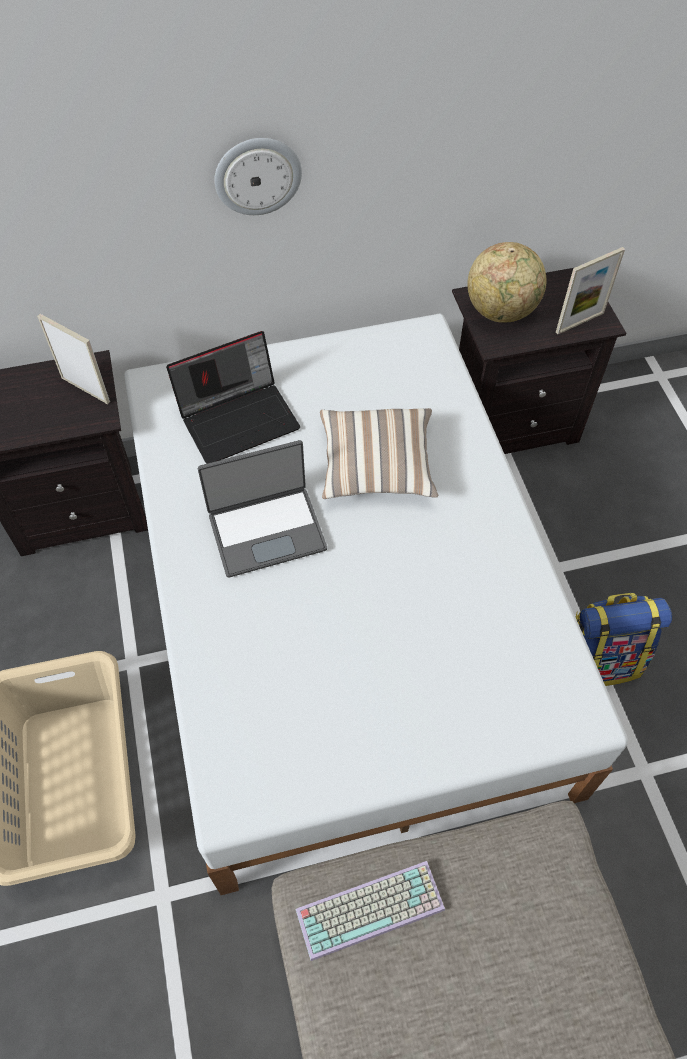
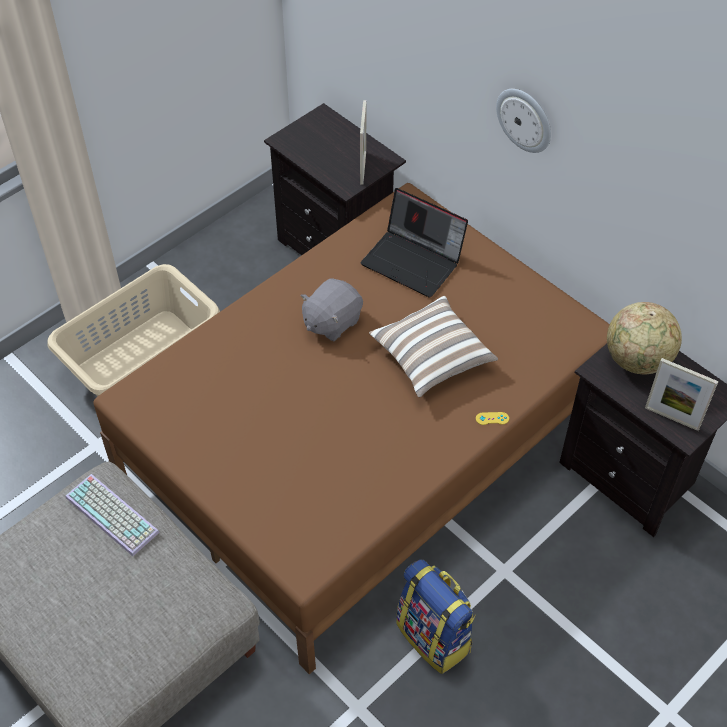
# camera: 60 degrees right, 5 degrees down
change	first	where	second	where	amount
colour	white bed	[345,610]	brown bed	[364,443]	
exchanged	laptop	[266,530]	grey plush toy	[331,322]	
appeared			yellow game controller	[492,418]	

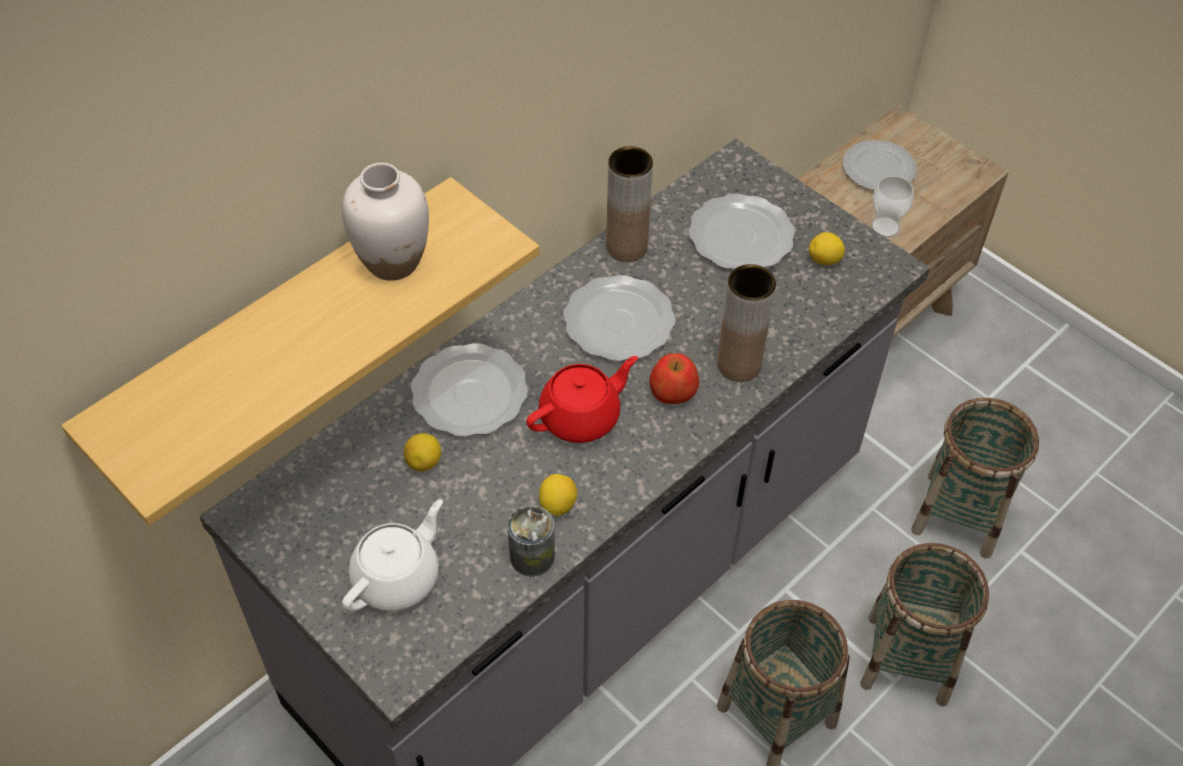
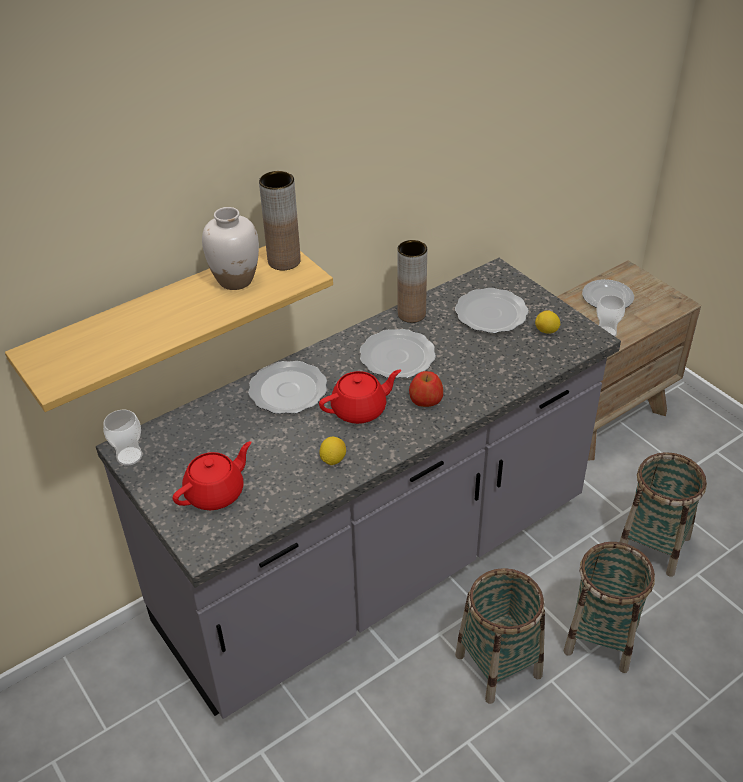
# camera: 10 degrees right, 10 degrees down
change	first	where	second	where	amount
appeared			cup	[129,456]	
colour	white teapot	[398,578]	red teapot	[216,493]	
relocated	brown vase	[739,365]		[284,261]	
missing	lemon	[424,462]			
missing	can	[532,556]			

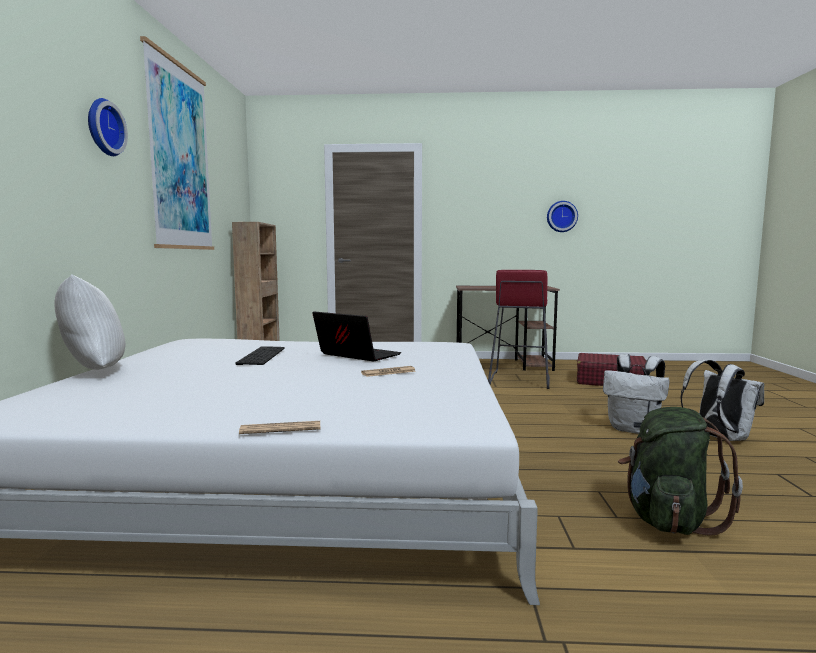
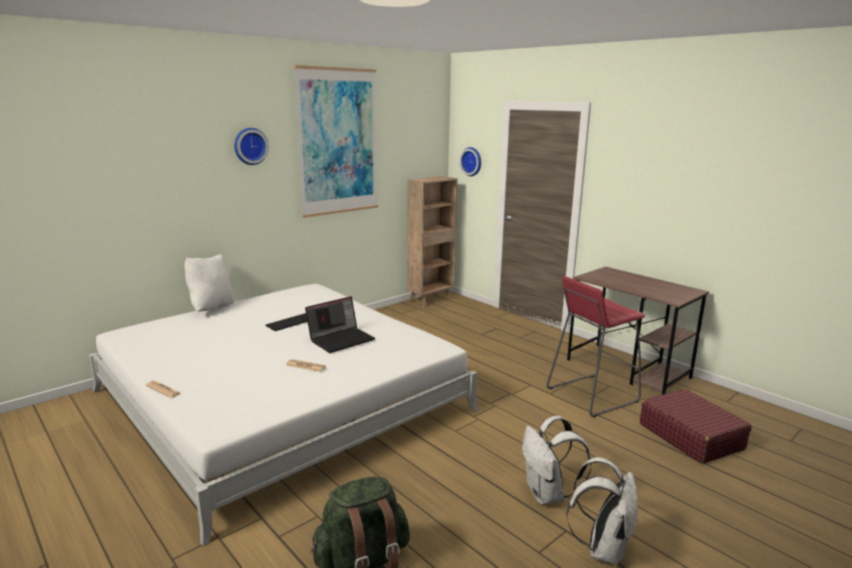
# camera: 45 degrees right, 10 degrees up
change	first	where	second	where	amount
spun	laptop	[356,355]		[341,339]	60 degrees clockwise
relocated	wall clock	[561,216]		[472,161]	

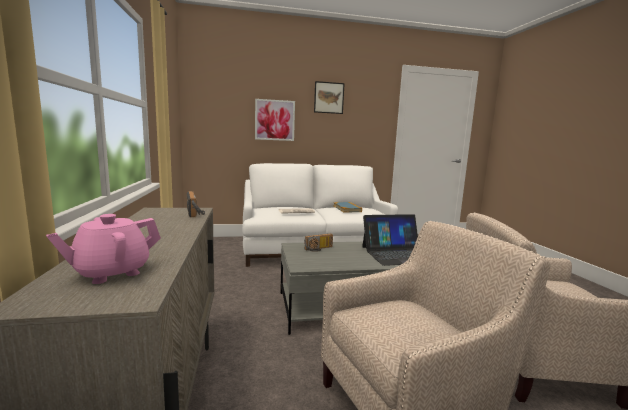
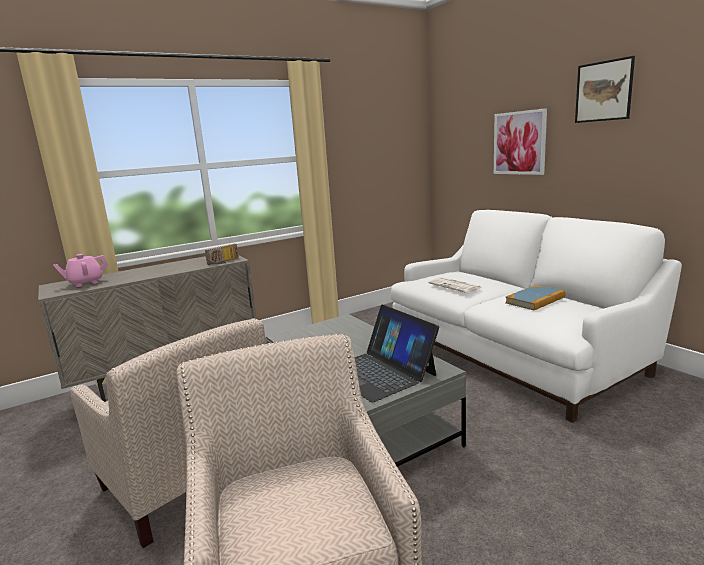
# camera: 70 degrees right, 5 degrees up
change	first	where	second	where	amount
spun	pink teapot	[111,272]		[85,283]	60 degrees counterclockwise
missing	radio	[319,249]			

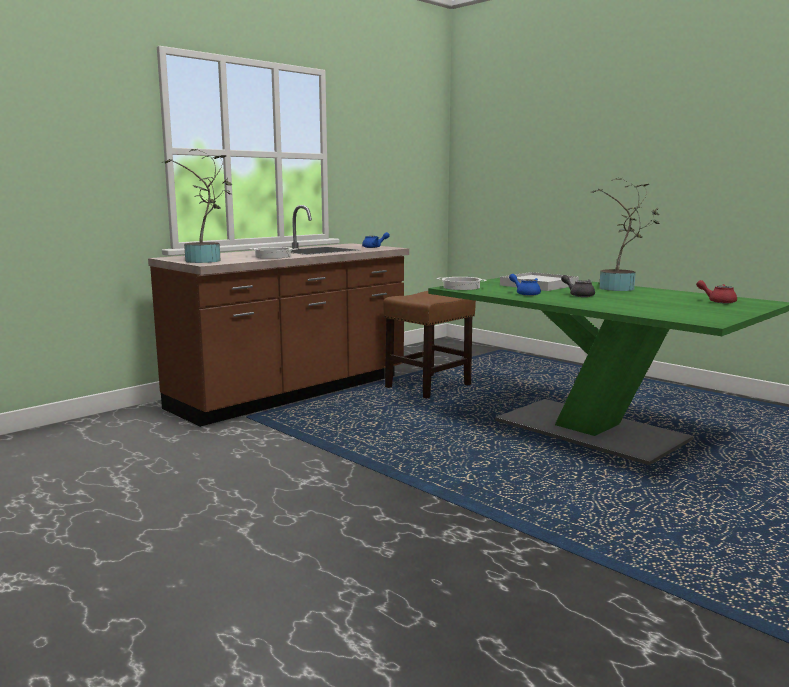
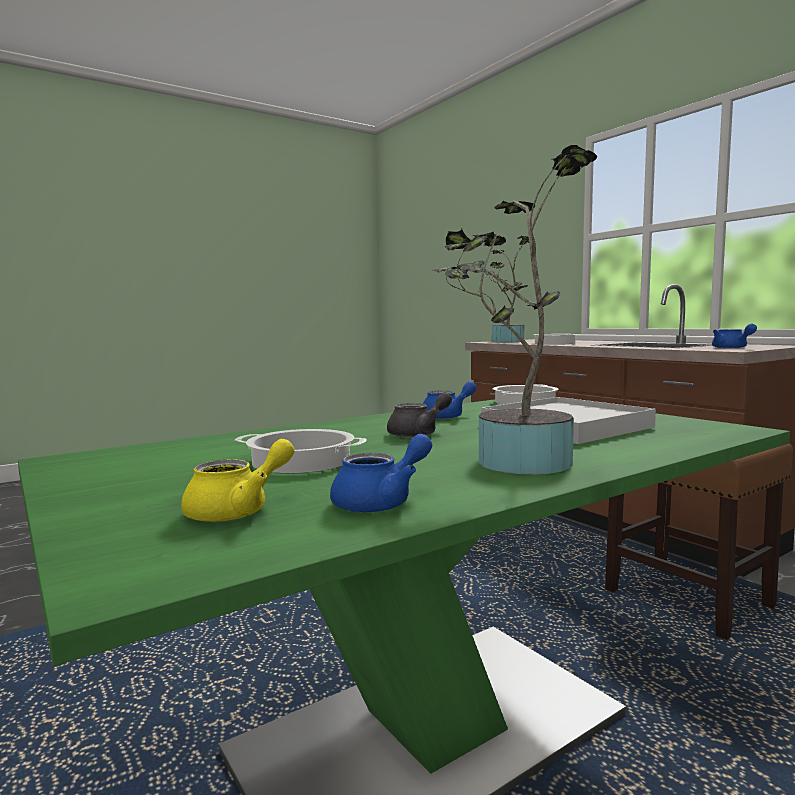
# camera: 100 degrees right, 5 degrees down
change	first	where	second	where	amount
colour	red teapot	[718,301]	yellow teapot	[239,510]	
appeared			cooking pot	[302,461]	
appeared			blue teapot	[382,502]	

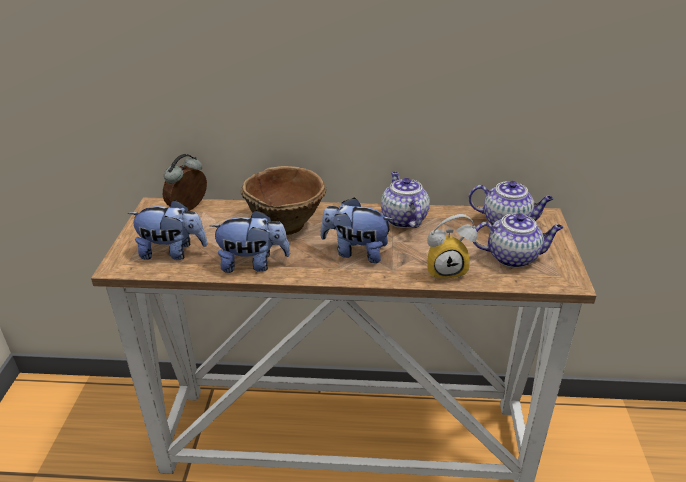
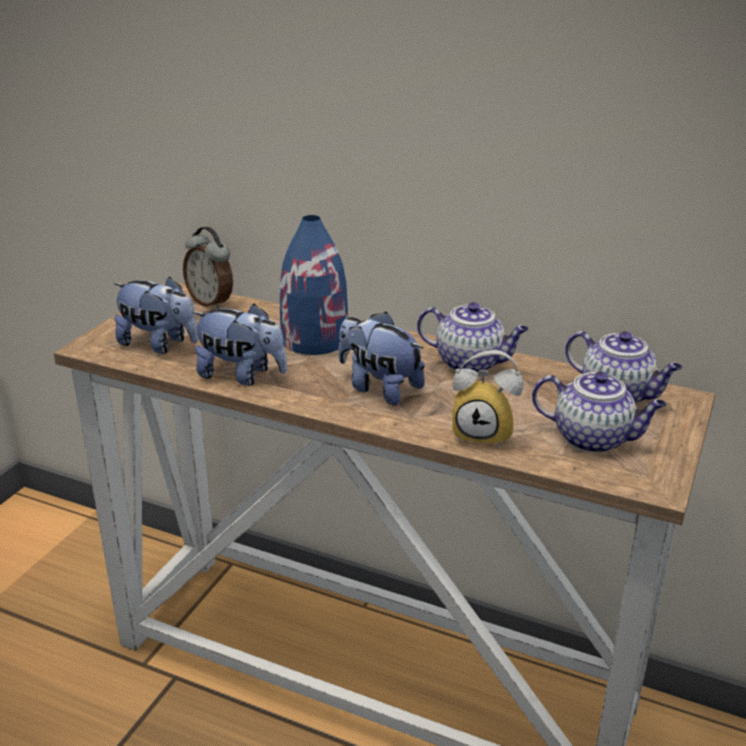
# camera: 20 degrees right, 5 degrees down
change	first	where	second	where	amount
spun	alarm clock	[189,209]		[211,302]	105 degrees counterclockwise
exchanged	brown bowl	[286,223]	blue vase	[315,339]	
spun	teapot	[403,219]		[471,363]	105 degrees clockwise

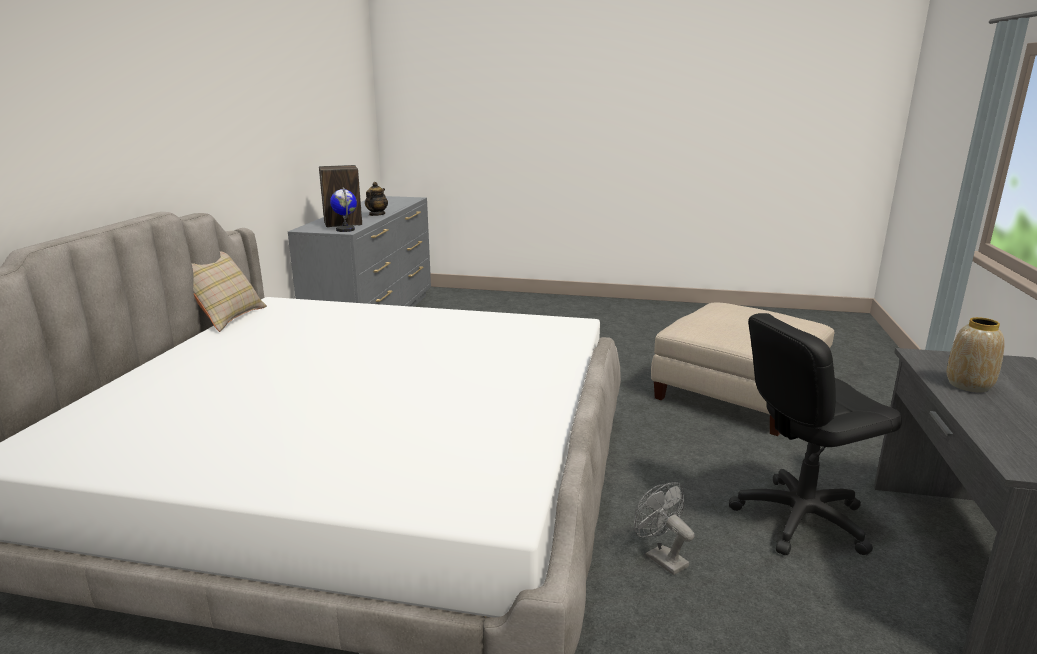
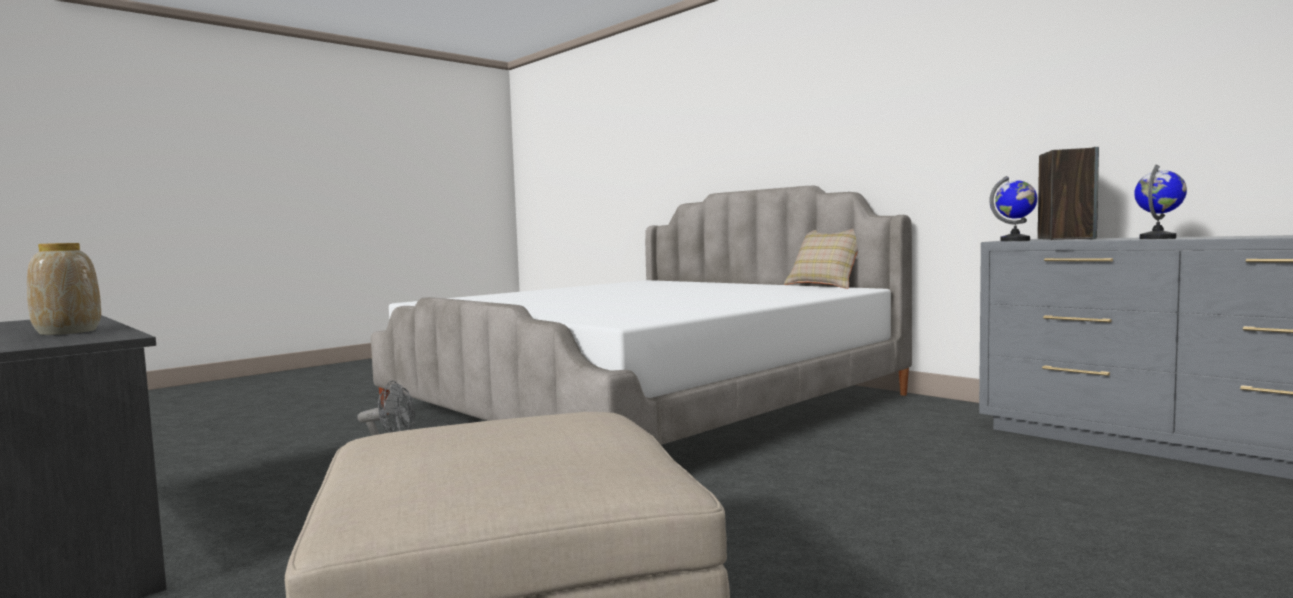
# camera: 125 degrees right, 15 degrees down
change	first	where	second	where	amount
exchanged	teapot	[376,215]	globe	[1158,238]	
missing	black office chair	[800,519]			

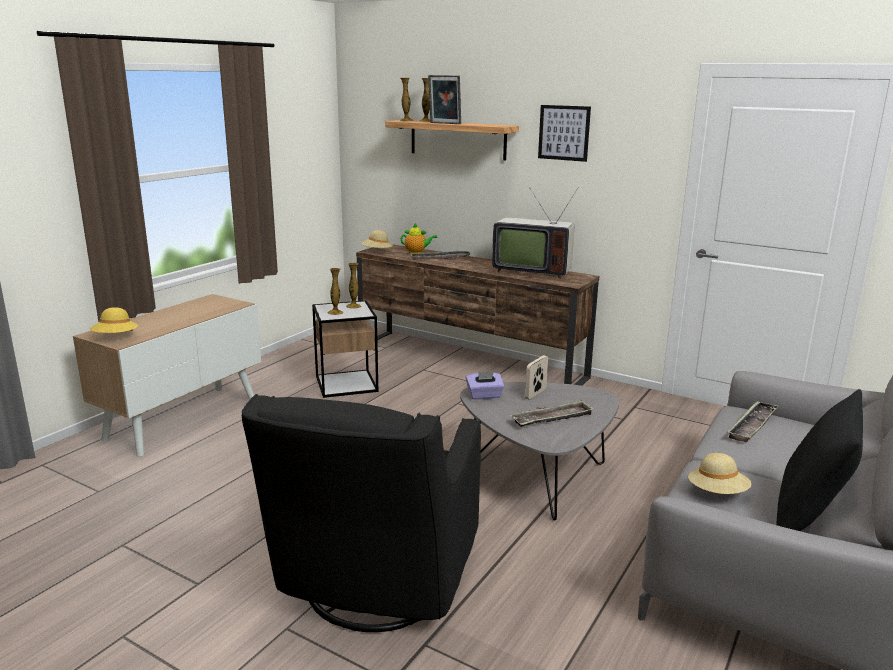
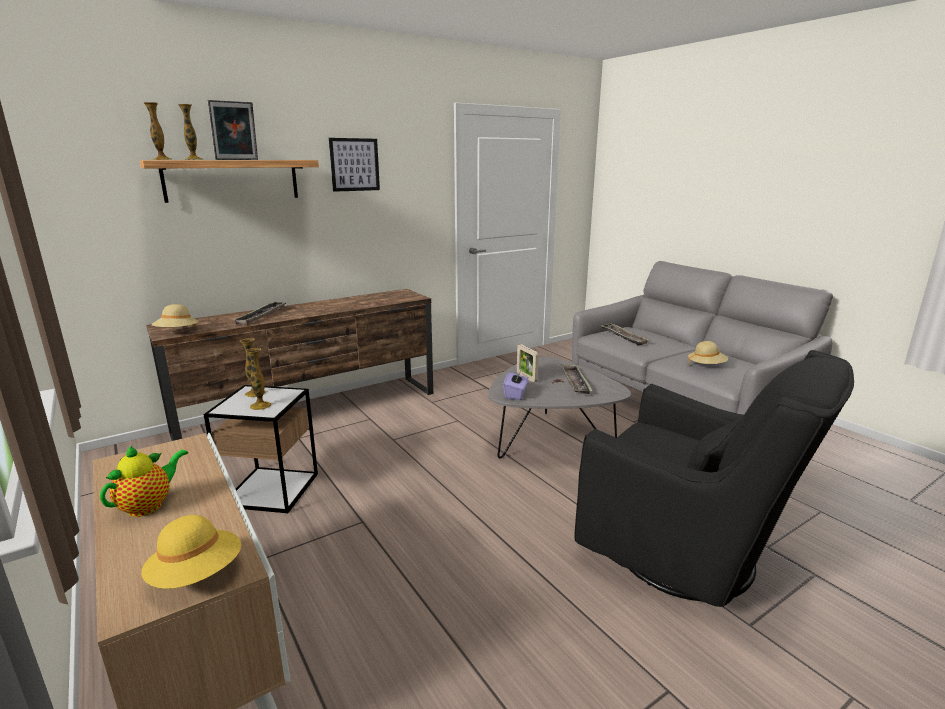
# camera: 65 degrees left, 0 degrees up
change	first	where	second	where	amount
relocated	teapot	[417,252]		[149,505]	
missing	television	[531,271]			
missing	black pillow	[808,518]			

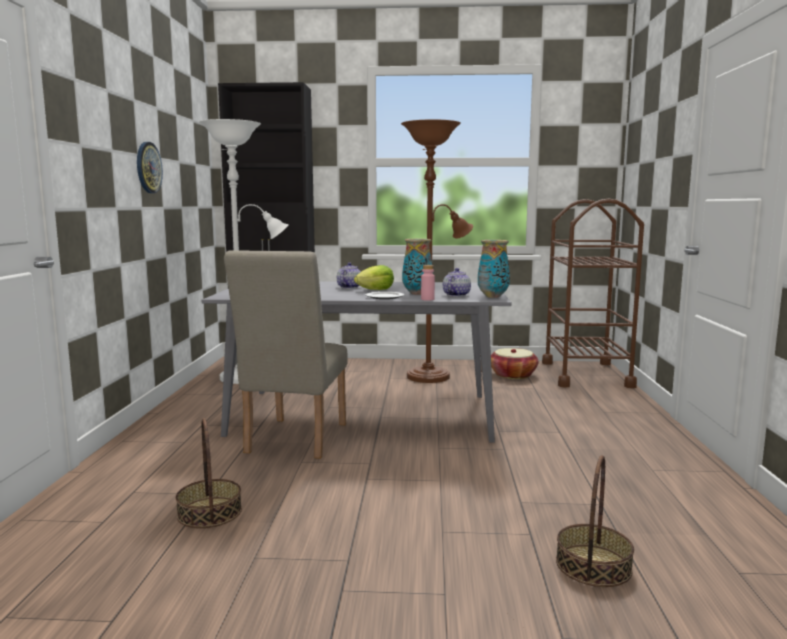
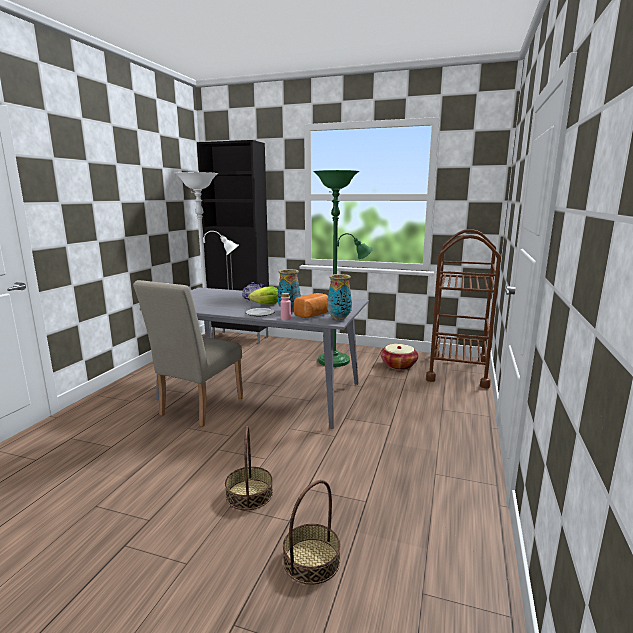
# camera: 15 degrees right, 5 degrees up
change	first	where	second	where	amount
relocated	basket	[209,512]		[249,494]	
exchanged	teapot	[456,295]	bread	[314,314]	
colour	brown floor lamp	[432,376]	green floor lamp	[338,360]	
missing	wall clock	[148,167]			

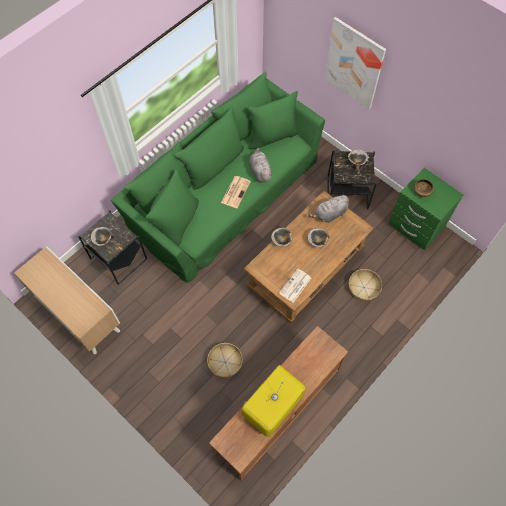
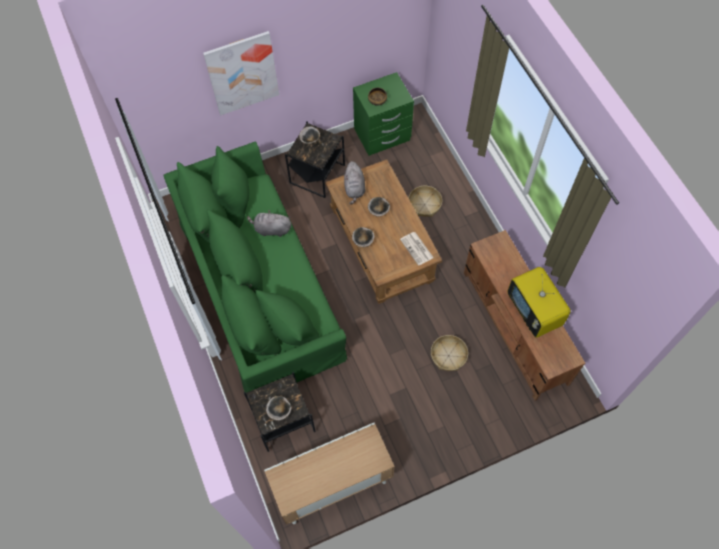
# camera: 65 degrees left, 0 degrees up
change	first	where	second	where	amount
missing	newspaper	[235,191]			

